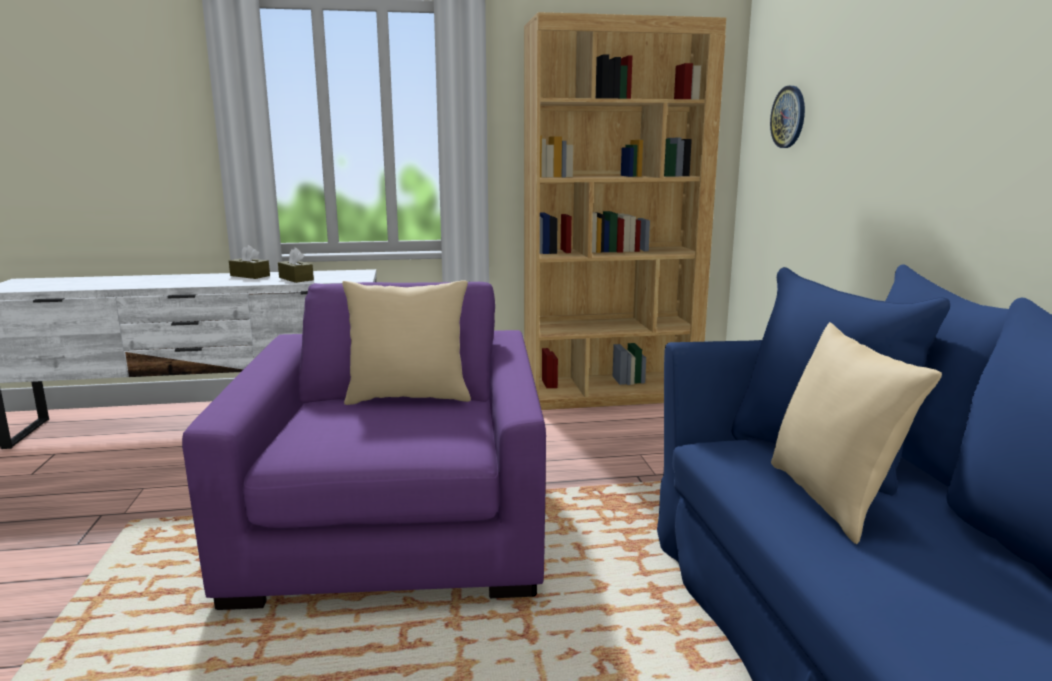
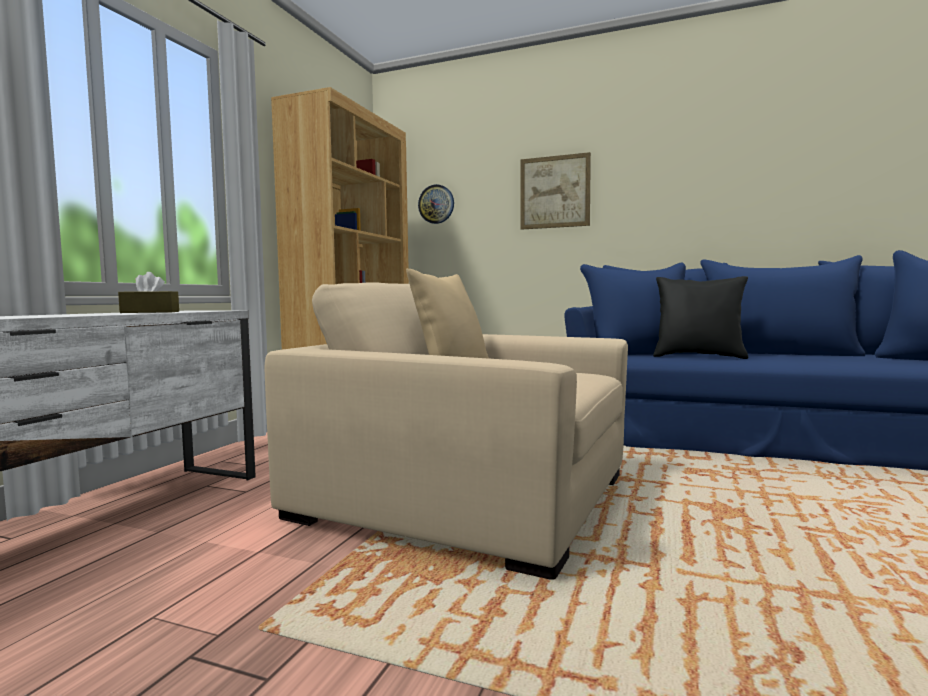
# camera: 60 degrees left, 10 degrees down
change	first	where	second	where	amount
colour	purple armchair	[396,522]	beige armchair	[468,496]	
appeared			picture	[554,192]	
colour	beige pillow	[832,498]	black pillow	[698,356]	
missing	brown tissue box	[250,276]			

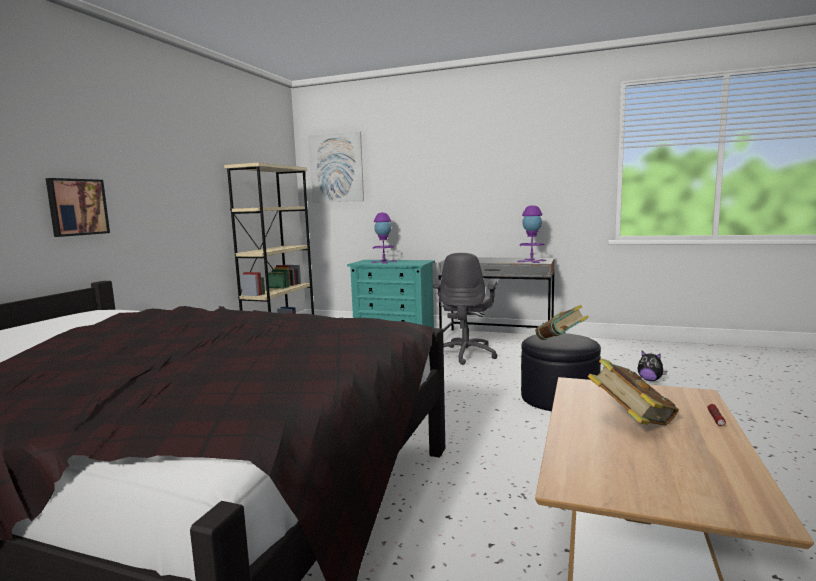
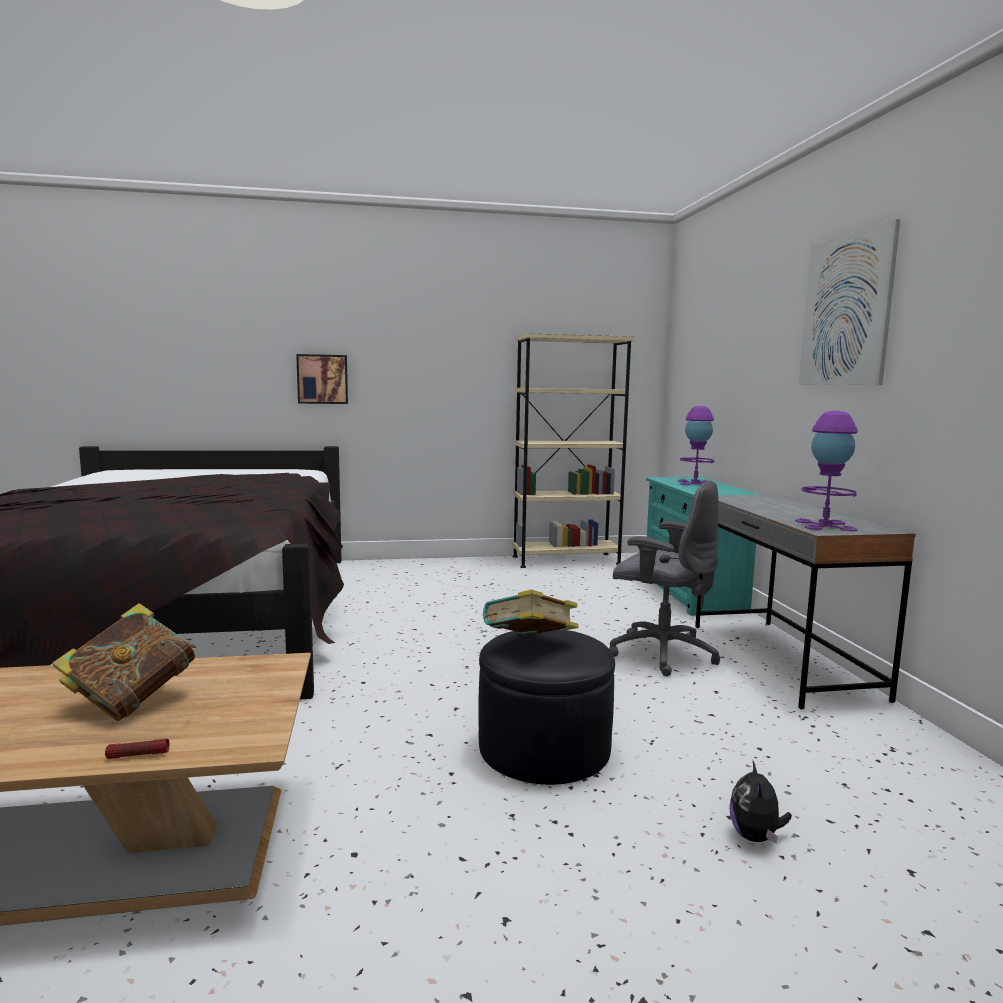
# camera: 60 degrees right, 0 degrees up
change	first	where	second	where	amount
spun	grey office chair	[466,354]		[661,653]	135 degrees counterclockwise
relocated	picture	[336,168]		[846,310]	

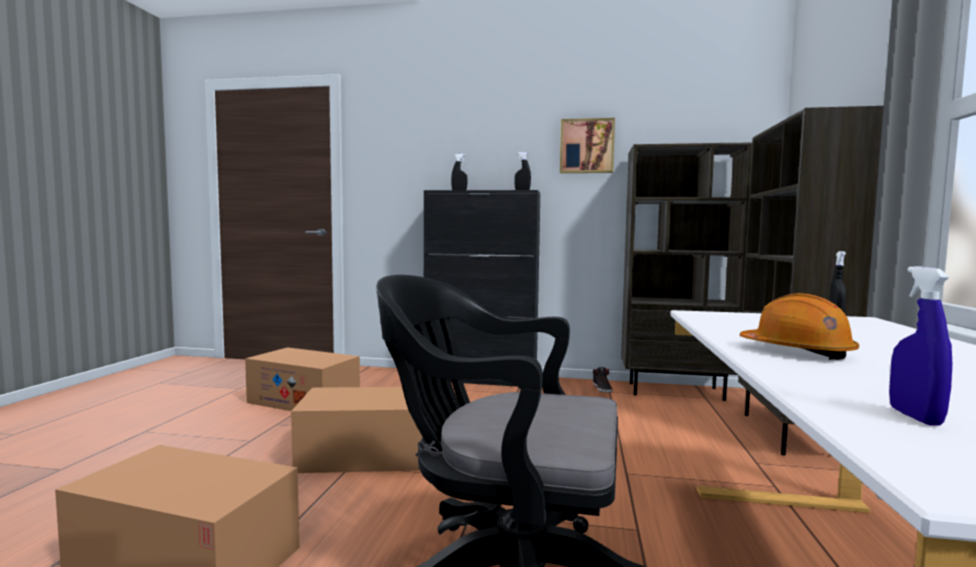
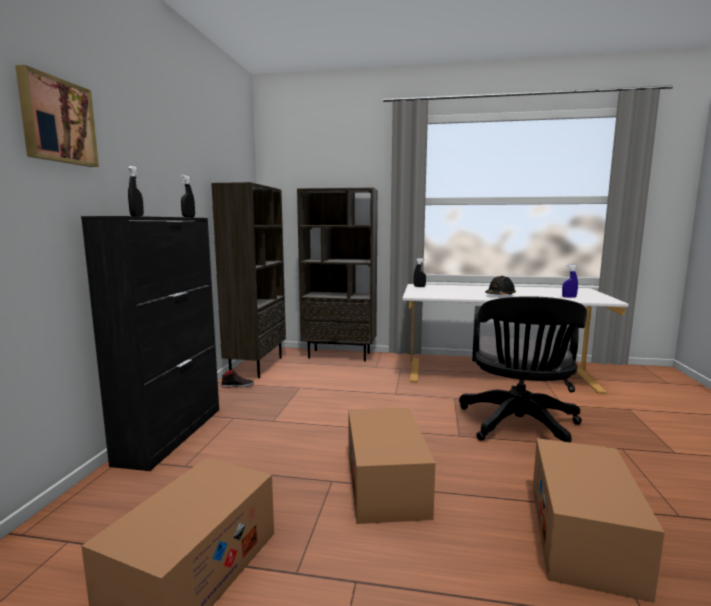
# camera: 90 degrees left, 5 degrees up
change	first	where	second	where	amount
relocated	picture	[586,146]		[57,121]	
colour	orange hard hat	[797,351]	black hard hat	[500,295]	

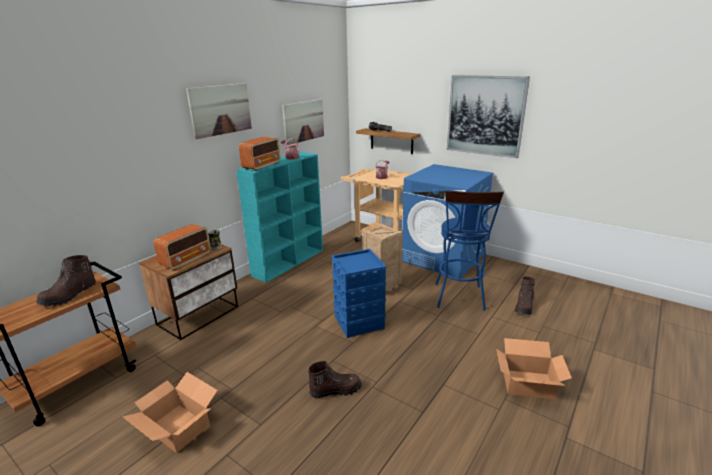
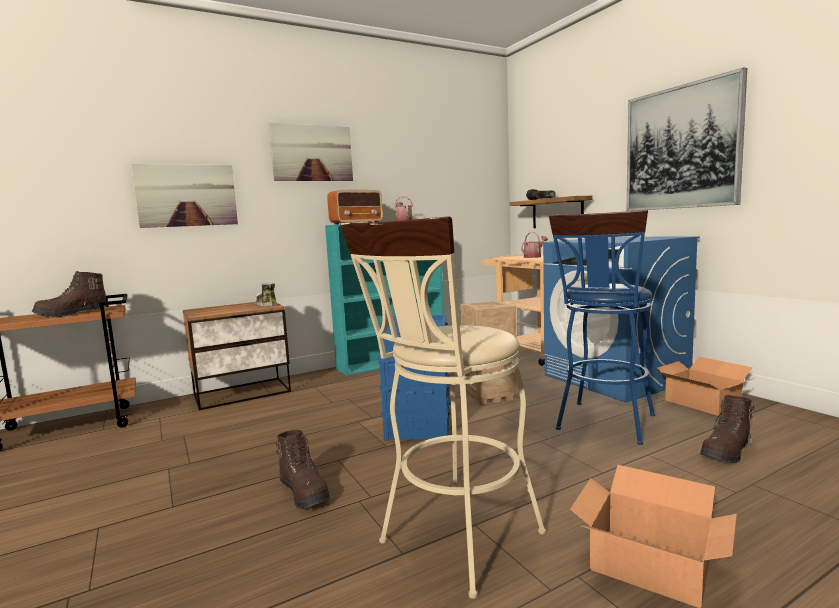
# camera: 25 degrees right, 15 degrees down
change	first	where	second	where	amount
relocated	picture	[303,121]		[187,195]	
spun	brown boot	[335,390]		[304,492]	45 degrees clockwise
appeared			beige stool	[454,544]	
relocated	cardboard box	[178,426]		[702,402]	
missing	radio	[187,260]			

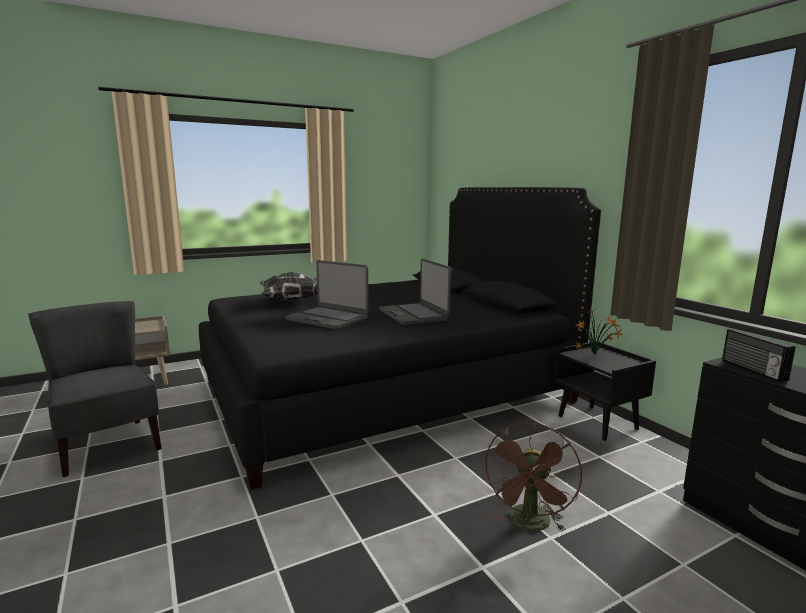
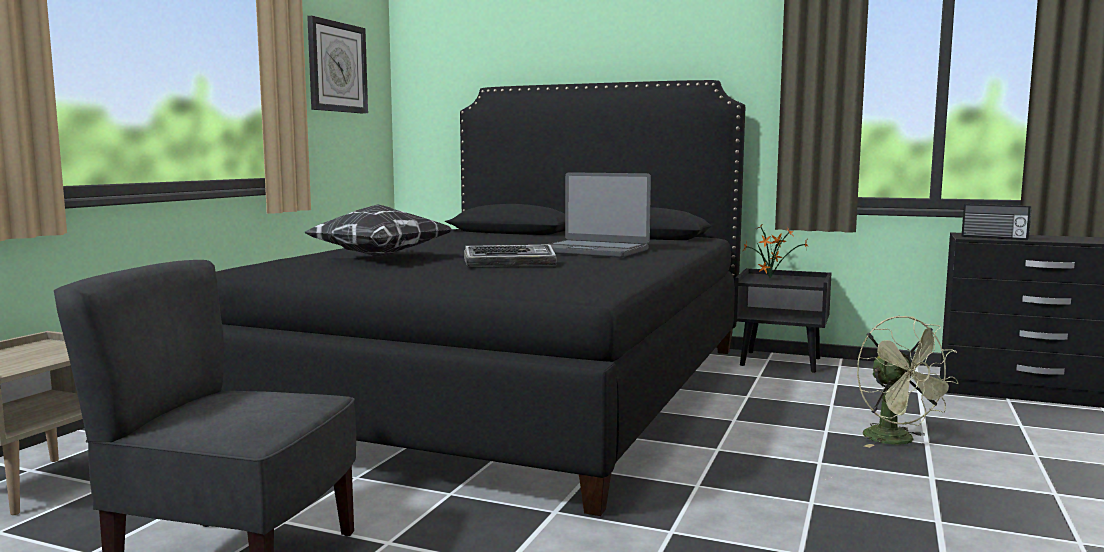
# camera: 40 degrees left, 5 degrees down
change	first	where	second	where	amount
appeared			wall clock	[337,67]	
exchanged	laptop	[327,319]	keyboard	[510,264]	
colour	brown fan	[530,525]	green fan	[898,441]	

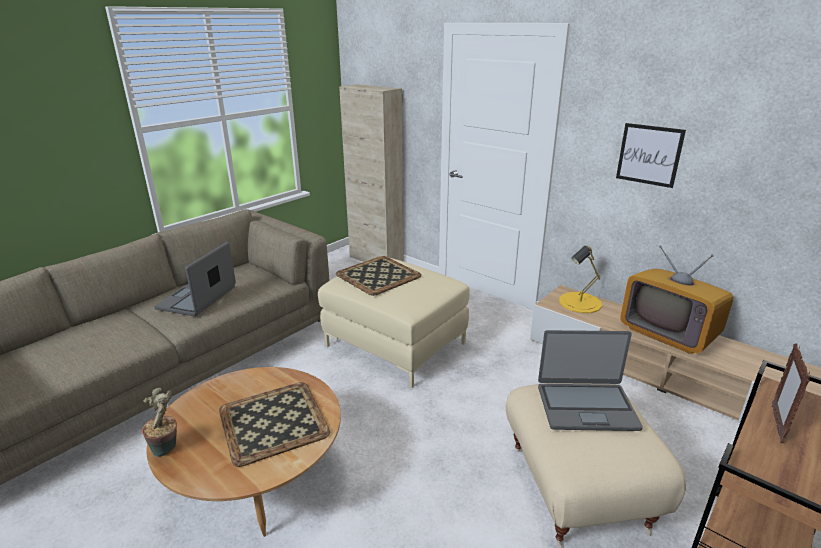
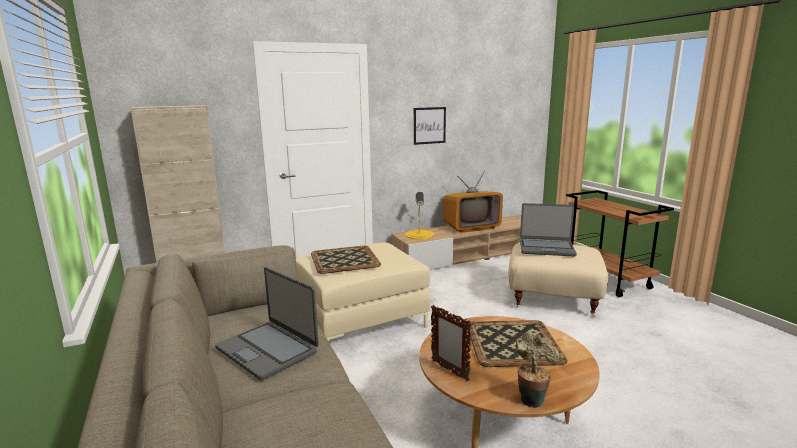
# camera: 65 degrees left, 10 degrees down
change	first	where	second	where	amount
relocated	picture frame	[777,424]		[449,370]	
spun	laptop	[586,406]		[546,248]	75 degrees clockwise

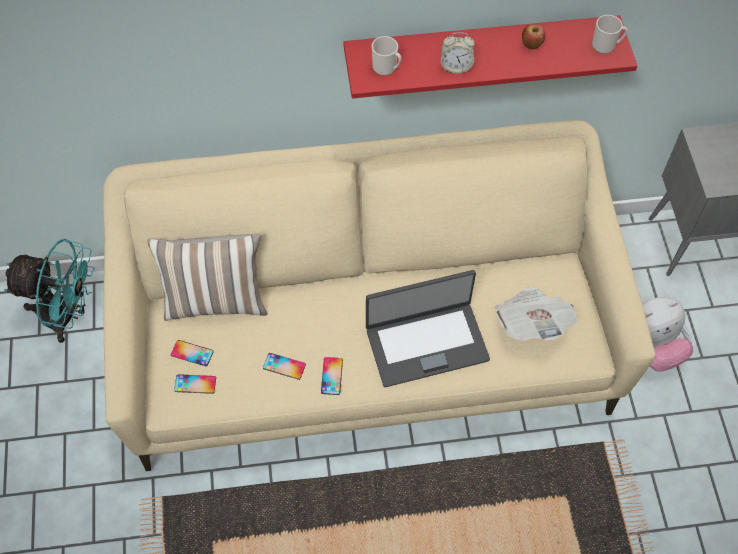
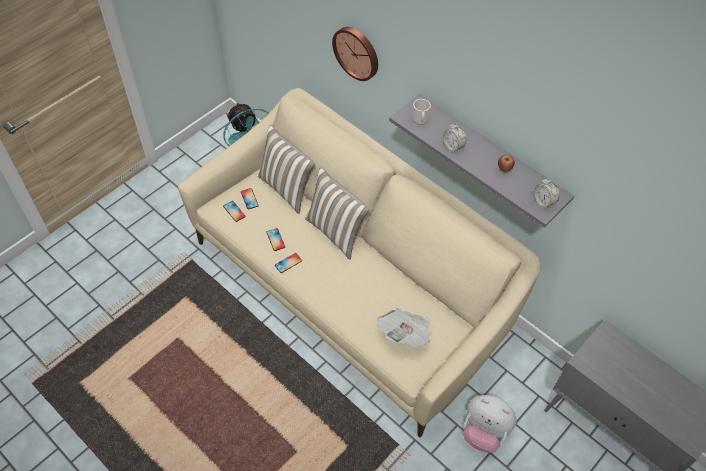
# camera: 50 degrees right, 5 degrees down
change	first	where	second	where	amount
appeared			pillow	[336,232]	
appeared			wall clock	[357,52]	
colour	red shelf	[479,51]	grey shelf	[489,157]	
exchanged	mug	[606,45]	alarm clock	[543,202]	
missing	laptop	[426,343]			

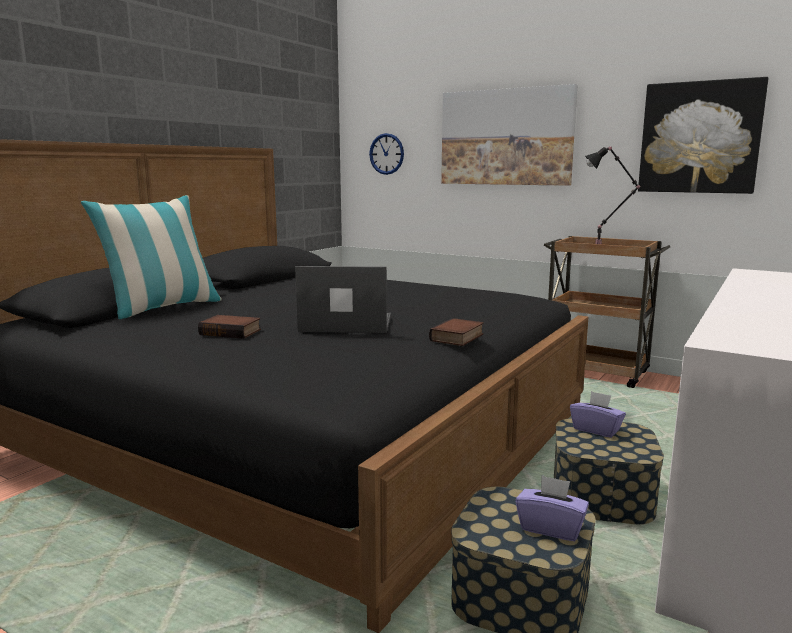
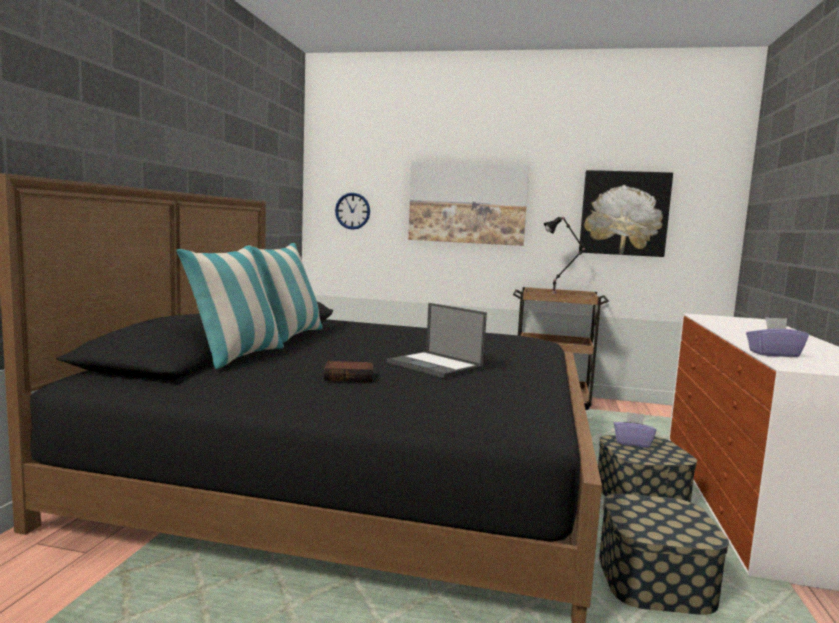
# camera: 20 degrees left, 5 degrees down
change	first	where	second	where	amount
appeared			pillow	[289,336]	
spun	laptop	[344,324]		[436,365]	120 degrees counterclockwise
relocated	purple tissue box	[551,528]		[773,354]	
missing	book	[458,338]			

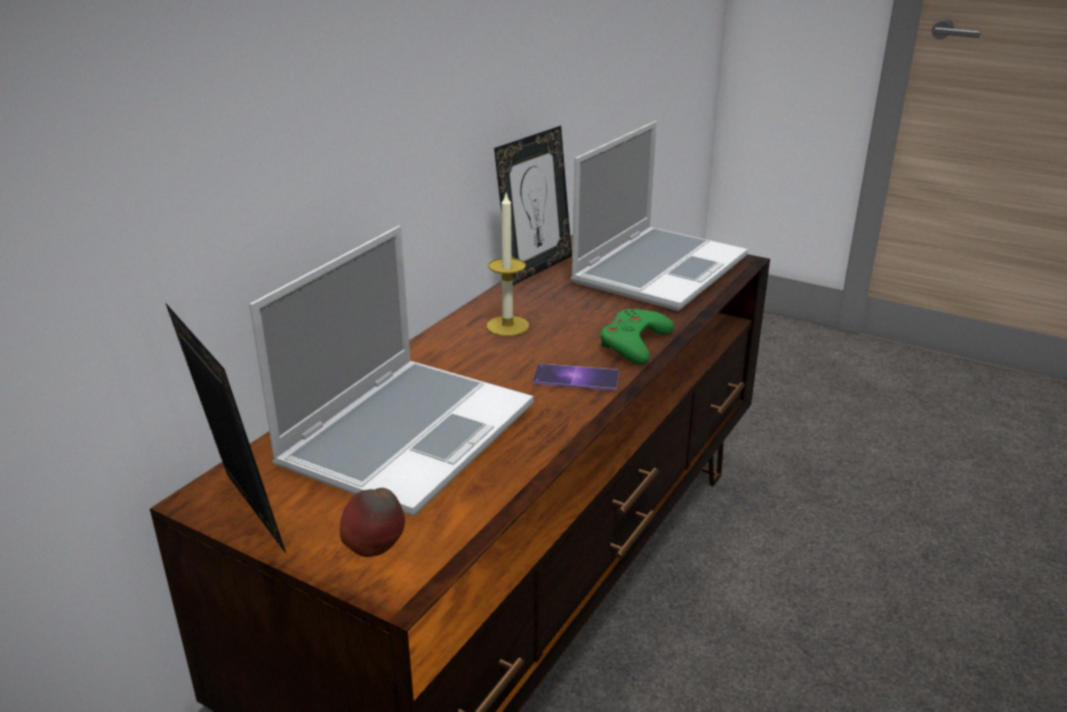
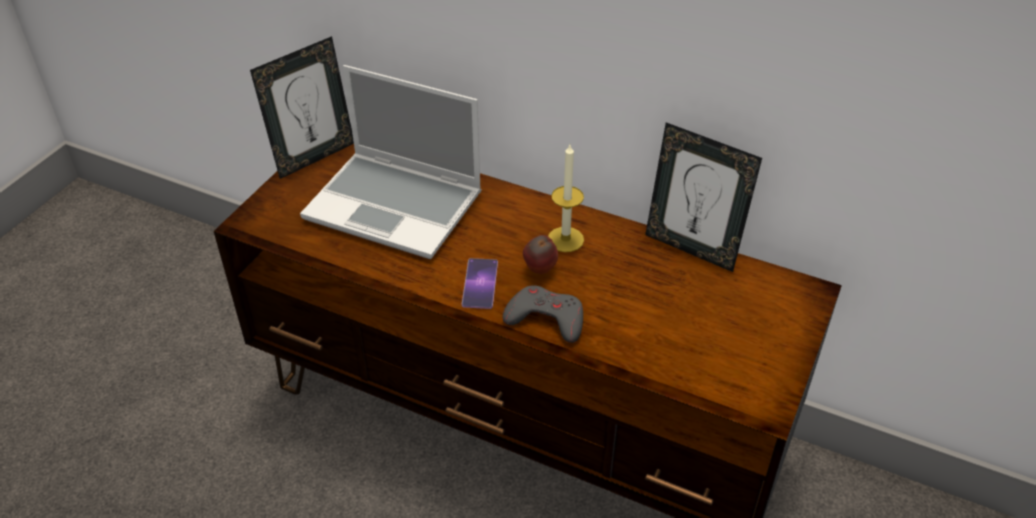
# camera: 85 degrees right, 15 degrees up
change	first	where	second	where	amount
colour	green game controller	[634,343]	grey game controller	[546,318]	
relocated	apple	[375,551]		[539,270]	
missing	laptop	[658,270]			

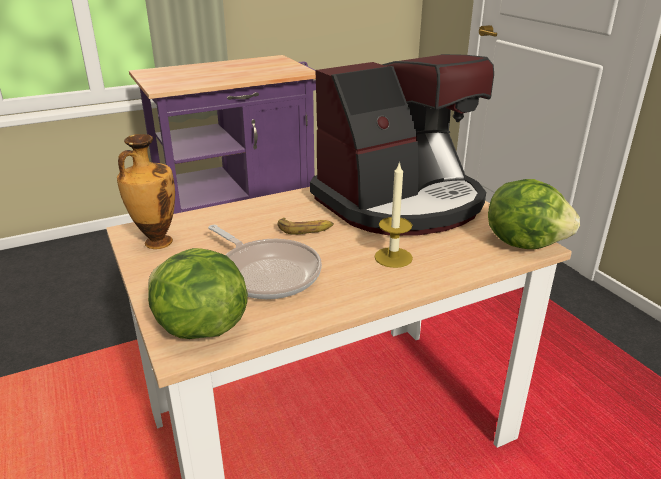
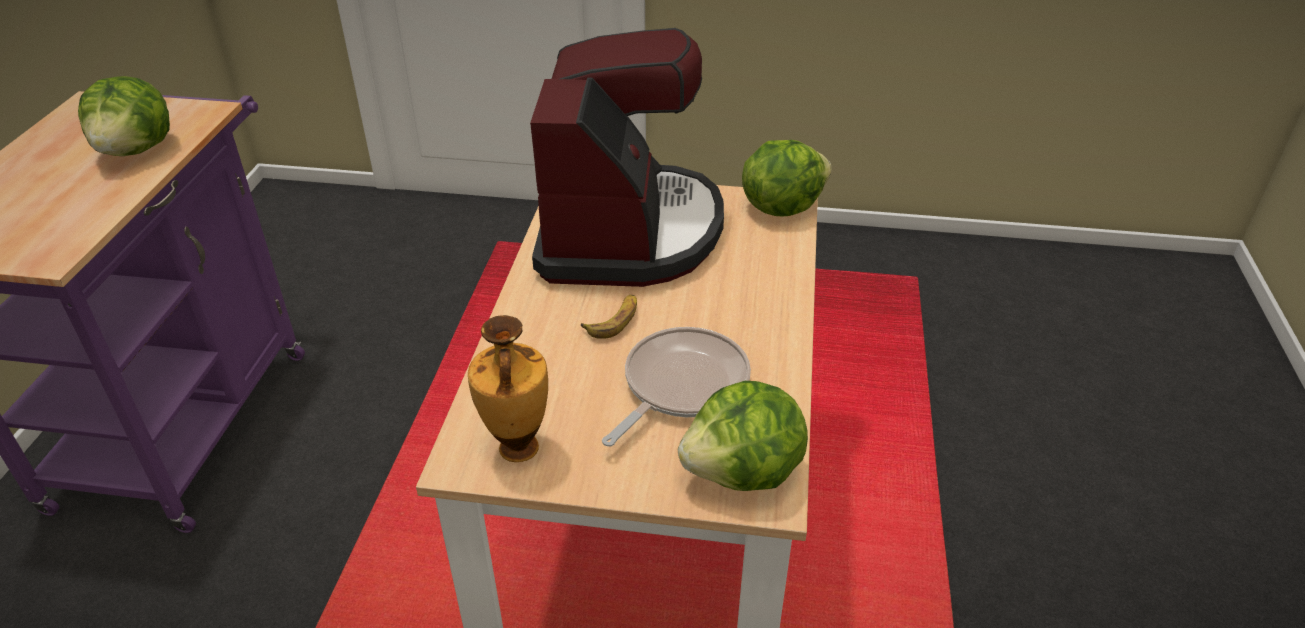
# camera: 55 degrees left, 10 degrees up
change	first	where	second	where	amount
appeared			lettuce	[137,150]	
spun	frying pan	[267,273]		[680,386]	45 degrees counterclockwise
missing	candle	[393,257]			

